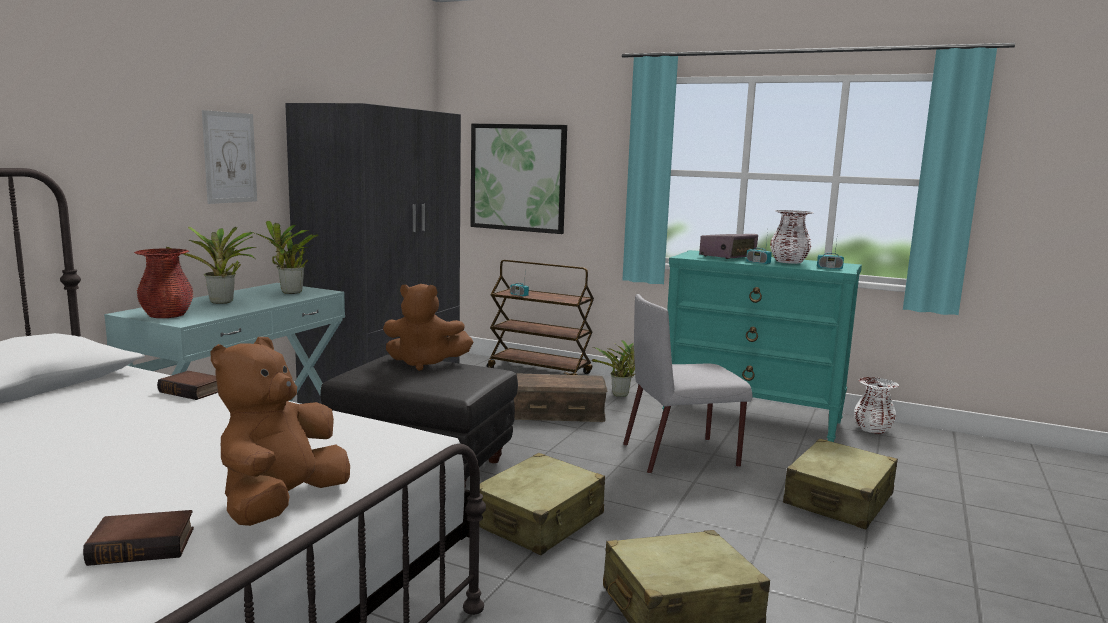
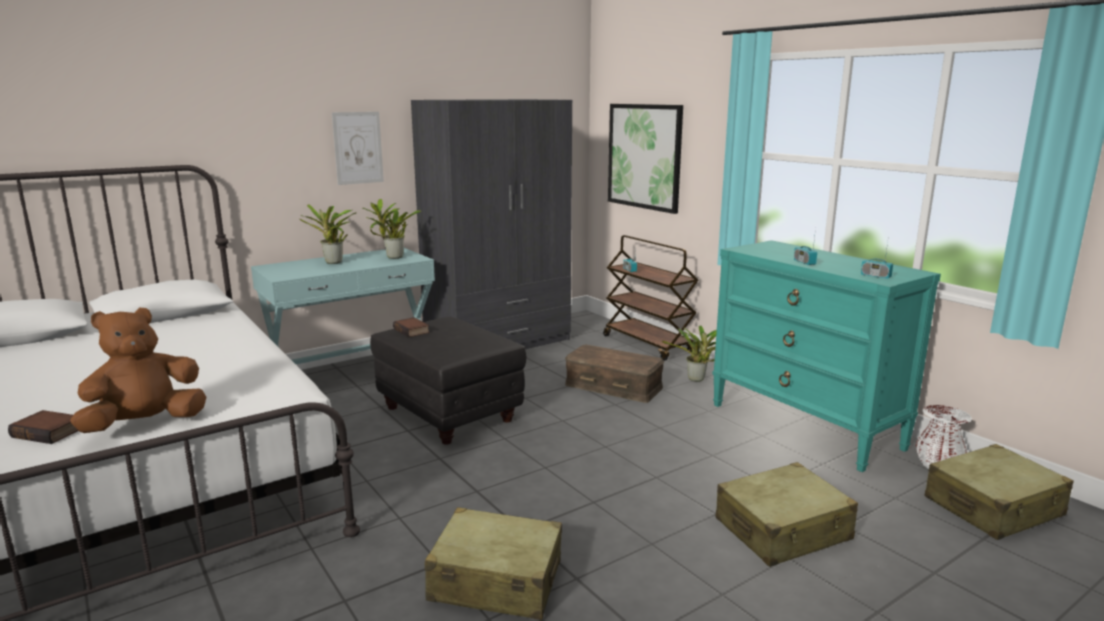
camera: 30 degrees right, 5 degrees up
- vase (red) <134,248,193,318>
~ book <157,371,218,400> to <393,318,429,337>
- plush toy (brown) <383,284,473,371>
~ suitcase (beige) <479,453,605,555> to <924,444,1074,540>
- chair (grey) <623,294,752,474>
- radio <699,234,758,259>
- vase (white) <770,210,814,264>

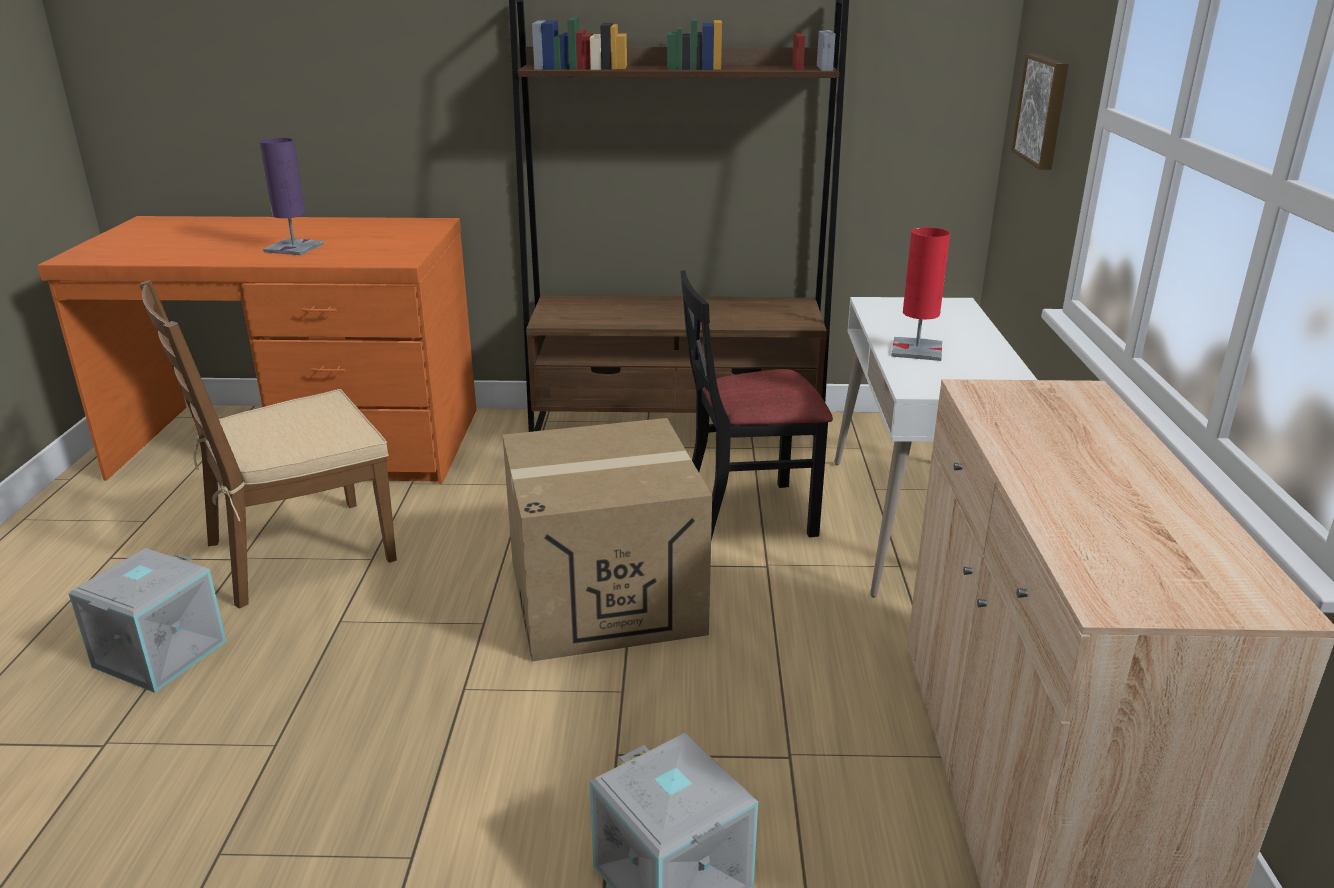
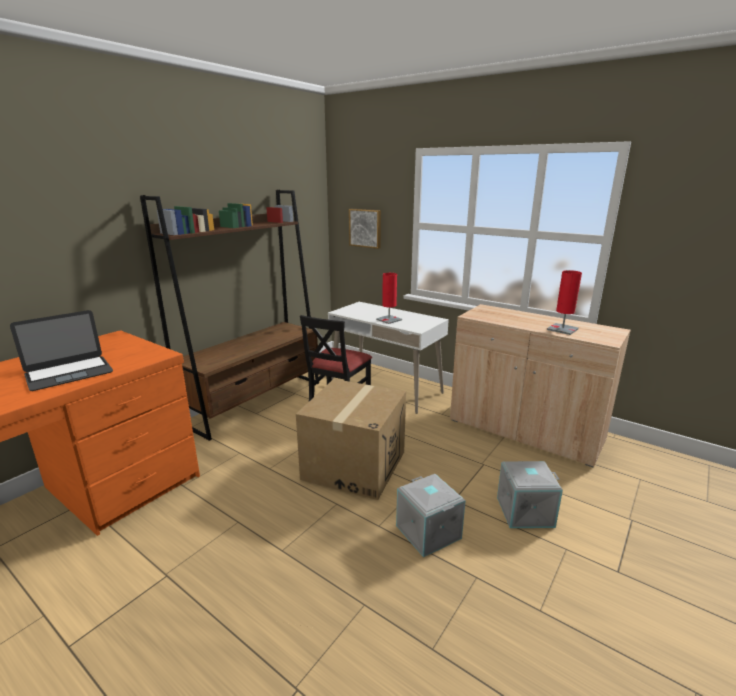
camera: 55 degrees left, 5 degrees down
~ storage box (grey) <69,548,227,693> to <396,474,466,557>
- chair (brown) <140,280,397,609>
~ table lamp (purple) <259,138,324,255> to laptop <10,310,113,391>
+ table lamp (red) <547,270,582,335>

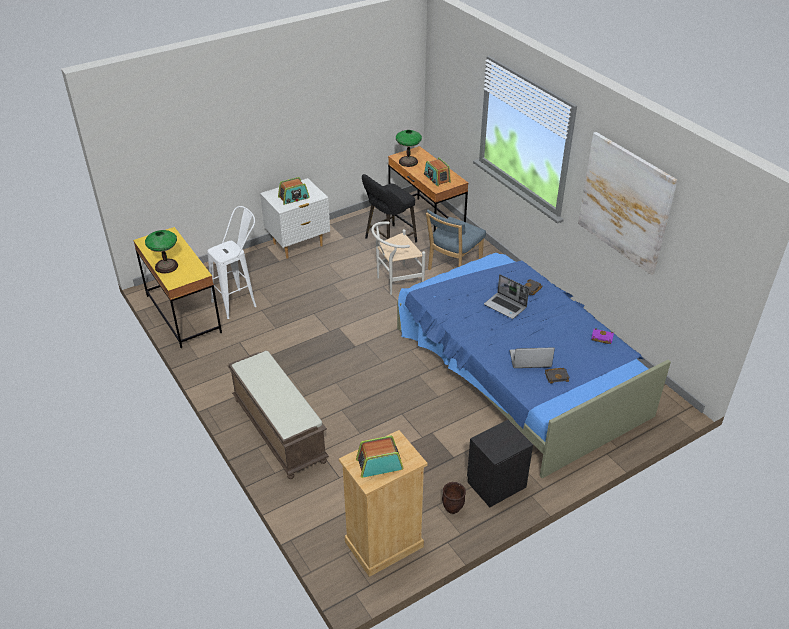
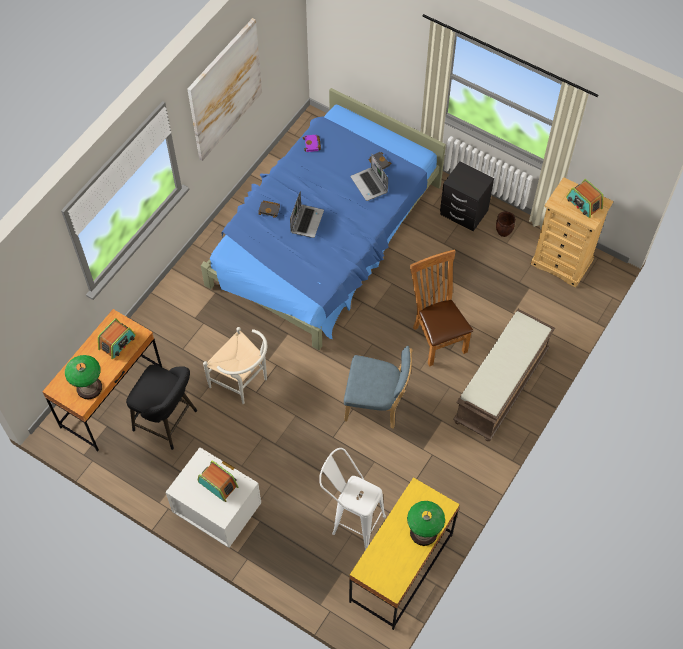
camera: 115 degrees left, 20 degrees up
~ chair (blue) <426,210,486,270> to <344,346,413,429>
+ chair (brown) <410,249,473,367>

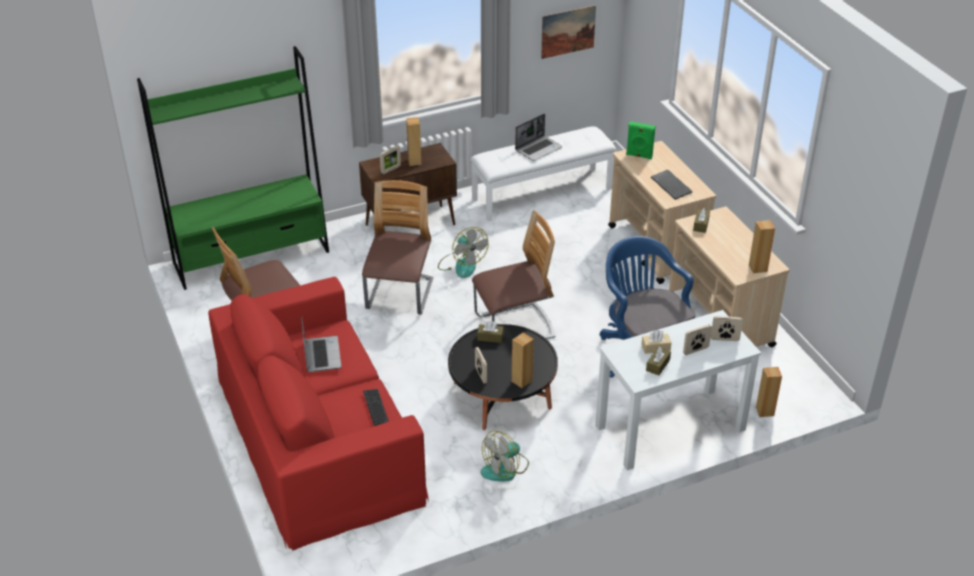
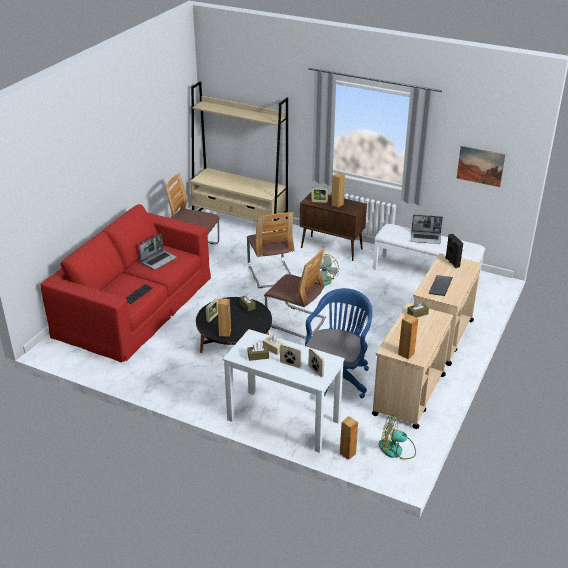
camera: 50 degrees right, 5 degrees down
~ bookcase (green) <137,46,329,290> to bookcase (beige) <190,81,288,232>
~ chair <362,180,433,315> = <247,212,295,288> 105 degrees clockwise
~ fan <481,431,529,482> to <378,415,416,460>
~ speaker (green) <626,121,655,159> to speaker (black) <445,234,463,268>

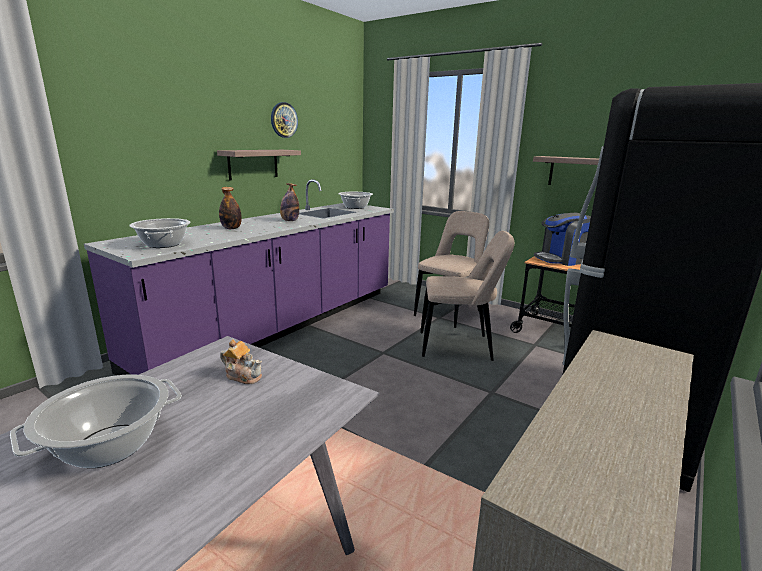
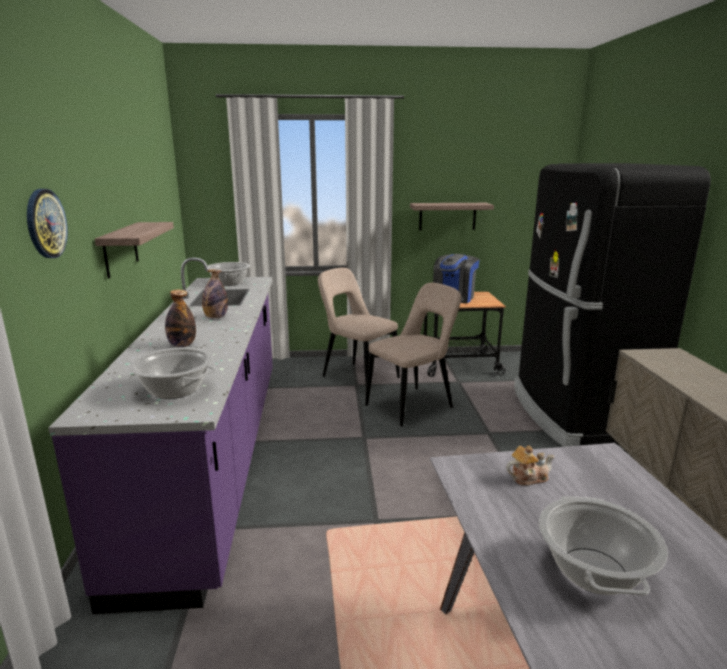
camera: 40 degrees left, 0 degrees up
~ wall clock <271,102,298,138> to <27,189,68,258>
~ chair (beige) <414,211,489,328> = <318,268,400,383> 45 degrees counterclockwise

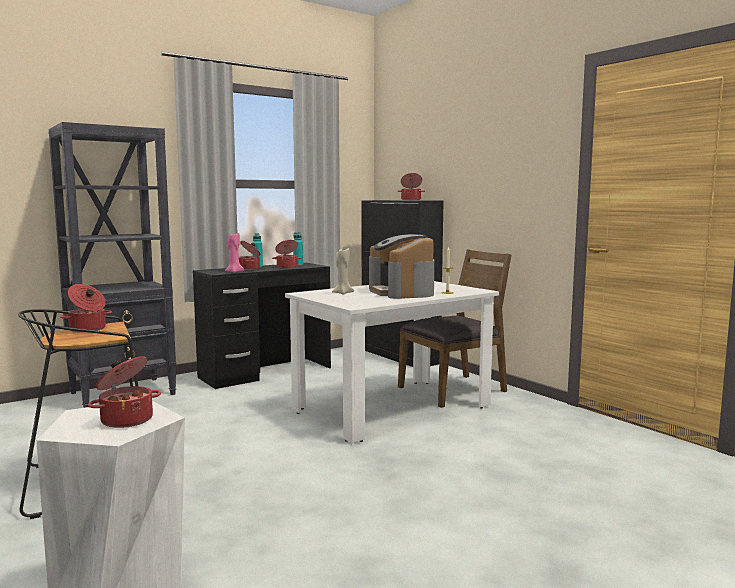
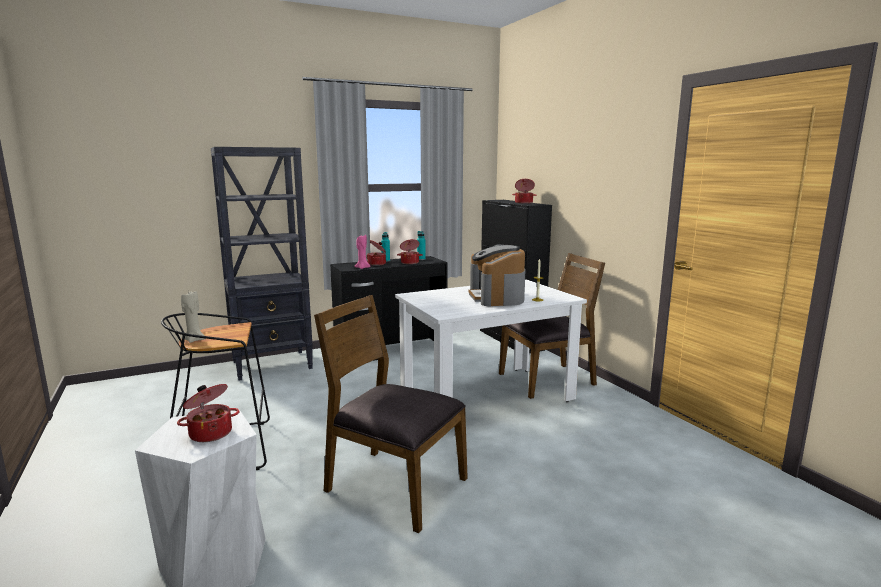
camera: 10 degrees right, 5 degrees up
- cooking pot <61,284,112,332>
~ candle (beige) <332,247,354,294> to <181,290,206,343>
+ chair (brown) <314,295,468,533>

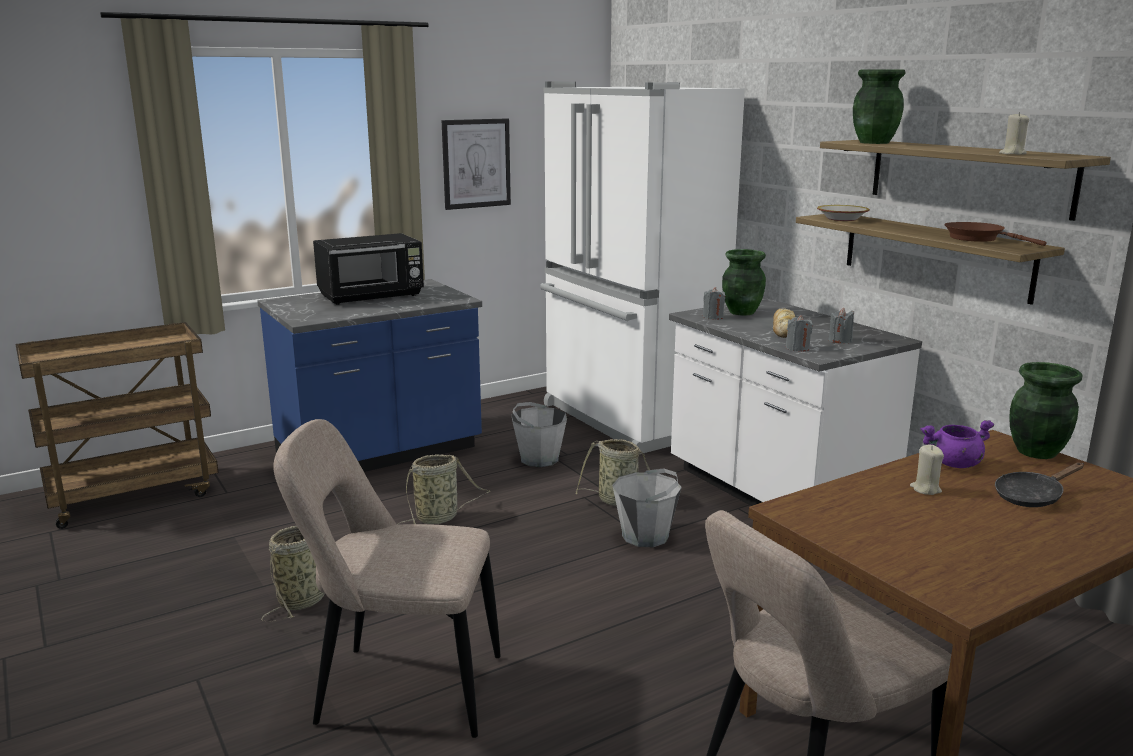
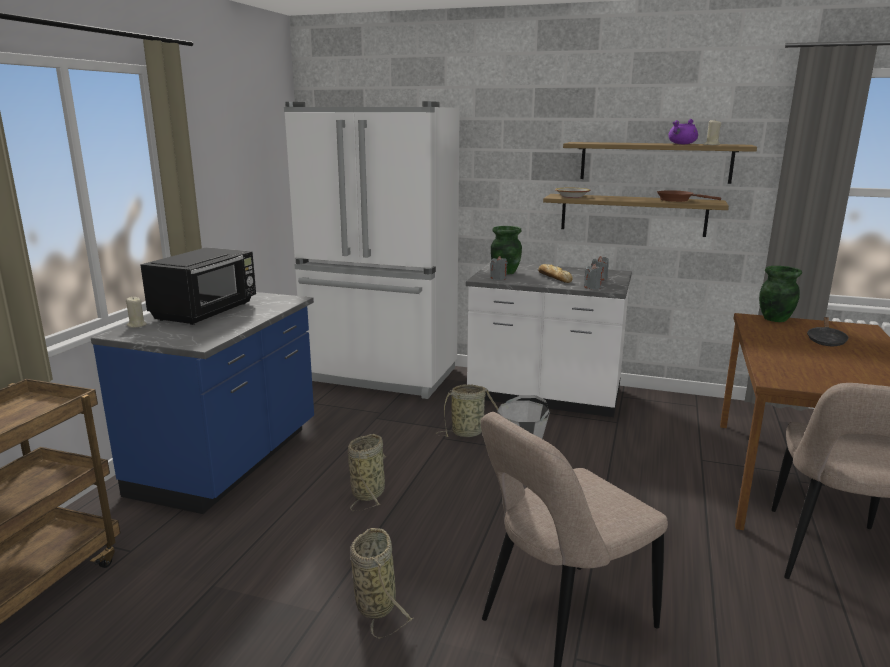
camera: 40 degrees left, 0 degrees up
- picture <442,118,511,210>
- bucket (grey) <512,402,567,467>
- vase (green) <853,69,905,144>
~ candle (beige) <910,445,944,495> to <126,296,147,328>
~ cooking pot (purple) <920,420,994,468> to <668,119,698,144>

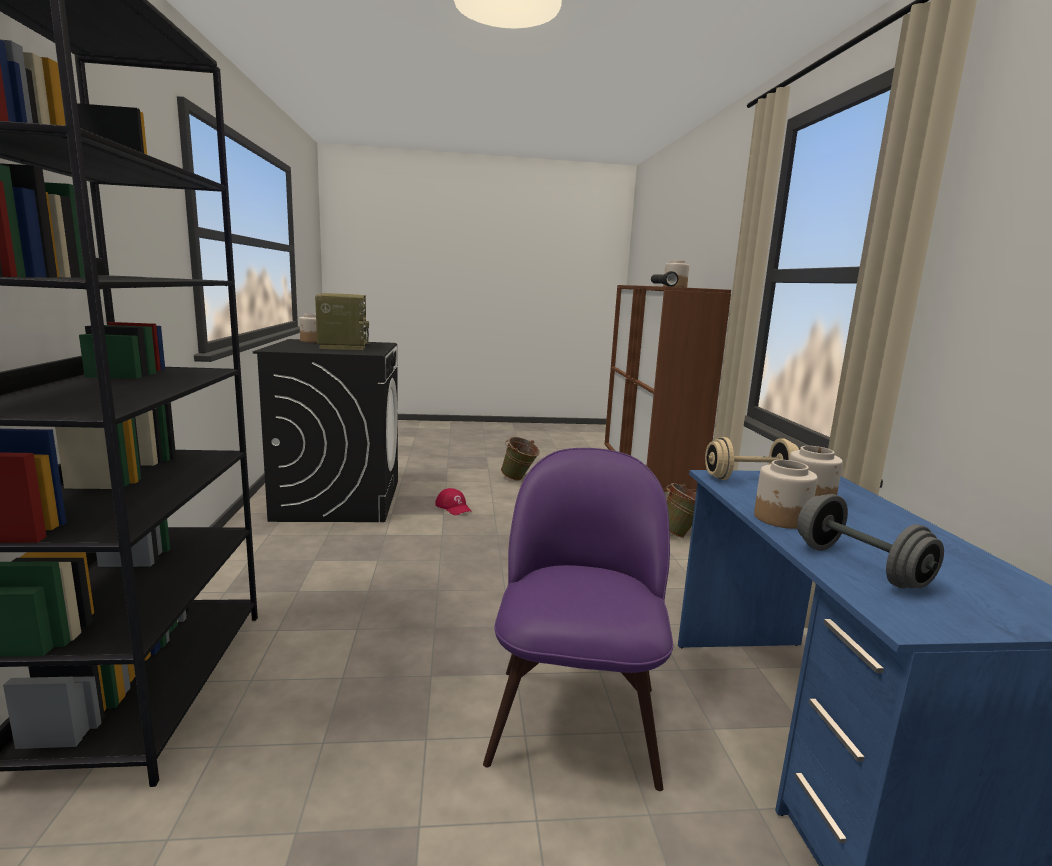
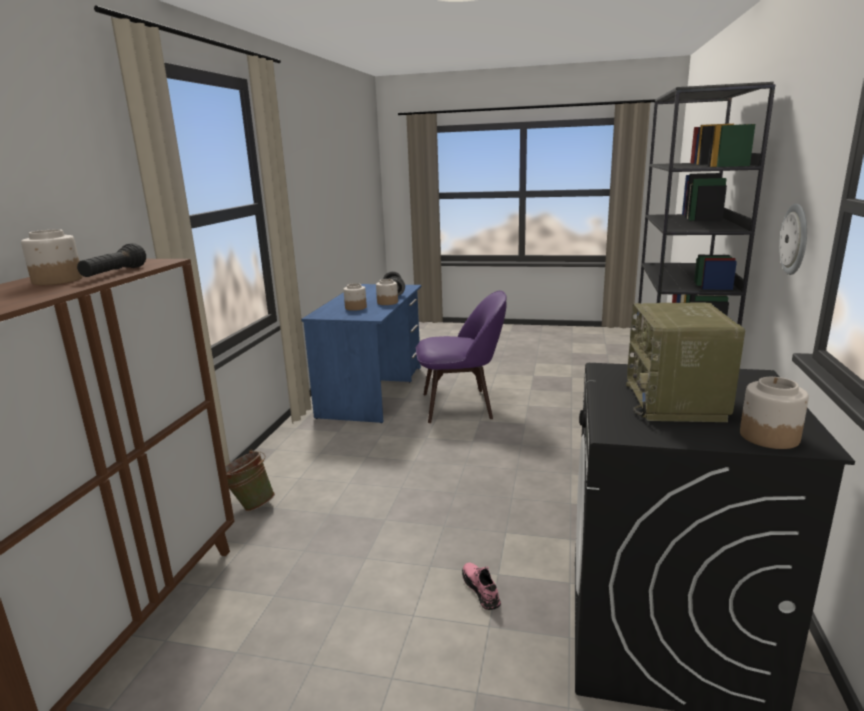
camera: 160 degrees left, 5 degrees up
~ cap (red) <435,488,472,515> to shoe (pink) <462,562,501,610>
~ chair (purple) <483,448,673,791> = <416,290,507,423> 120 degrees counterclockwise
- bucket (green) <501,437,540,481>
- dumbbell (beige) <705,437,799,480>
+ wall clock <779,204,807,275>

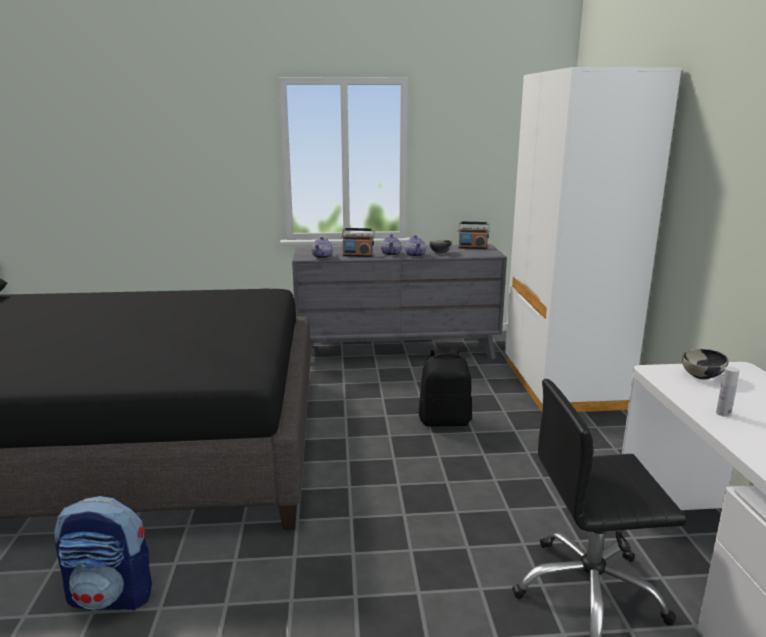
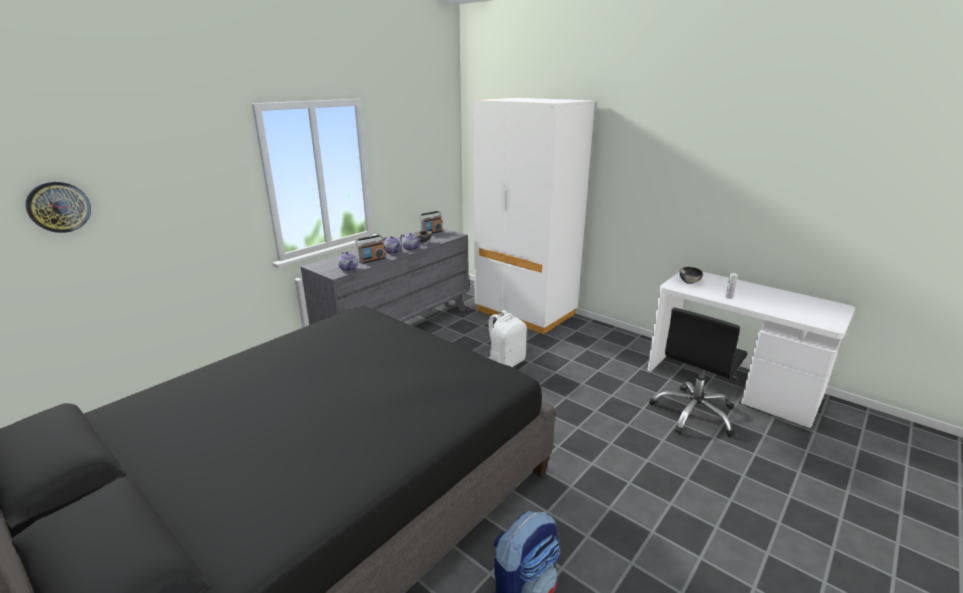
camera: 45 degrees left, 5 degrees up
~ backpack (black) <419,349,472,426> to backpack (white) <487,310,527,367>
+ wall clock <26,181,91,233>

